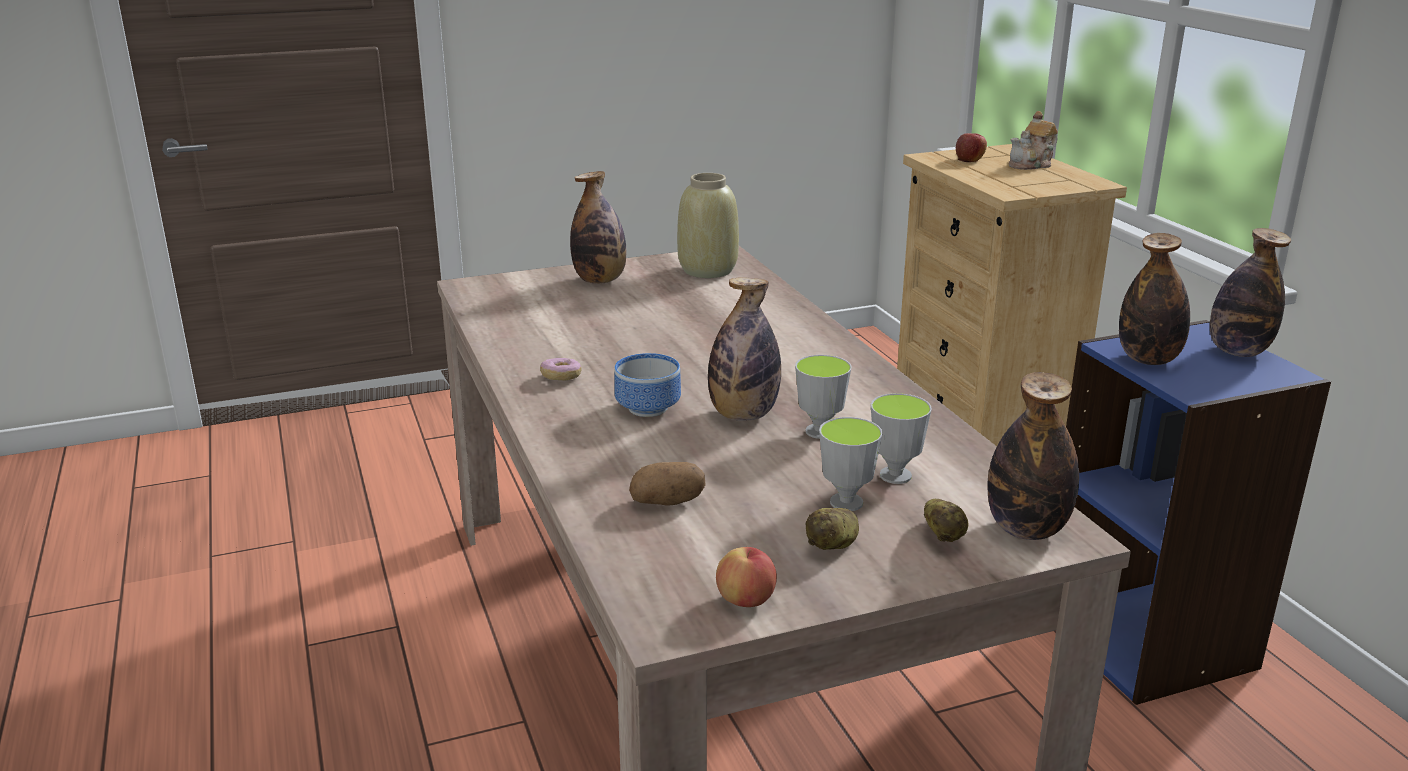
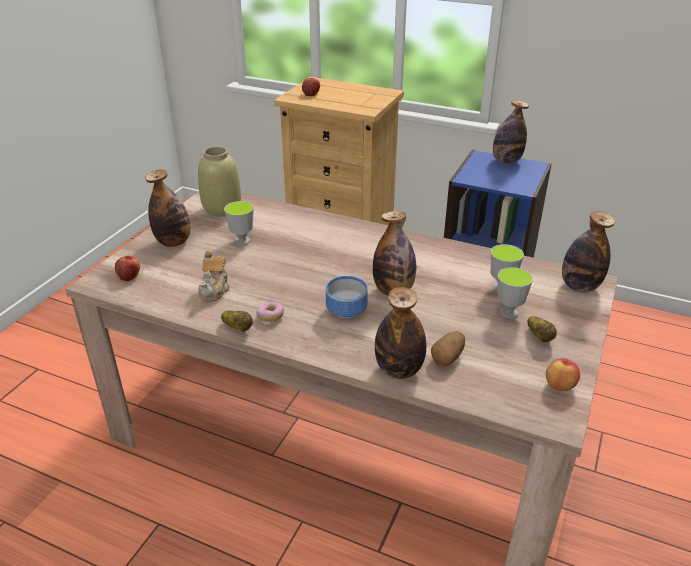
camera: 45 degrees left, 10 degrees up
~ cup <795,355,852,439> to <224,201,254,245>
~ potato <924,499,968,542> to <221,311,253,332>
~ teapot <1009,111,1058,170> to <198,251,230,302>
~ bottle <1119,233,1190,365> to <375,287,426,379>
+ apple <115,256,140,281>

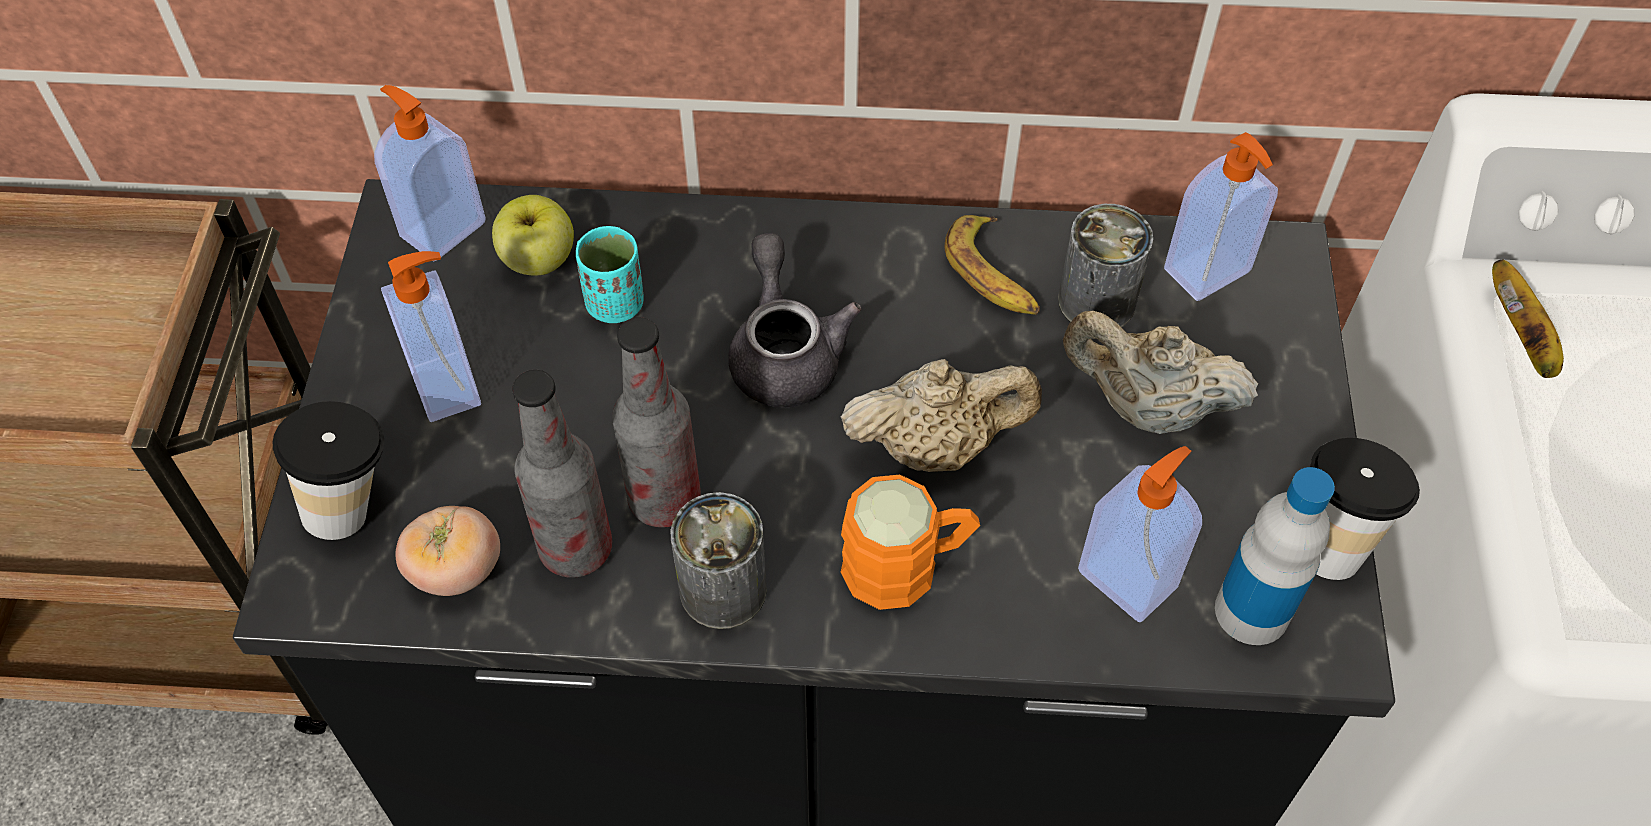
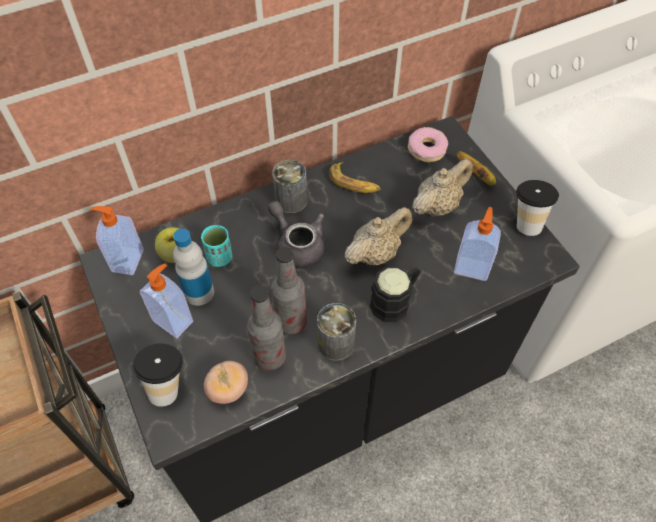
camera: 30 degrees left, 0 degrees up
~ mug (orange) <841,475,980,610> to mug (black) <370,267,421,322>
~ can <1058,204,1153,327> to <272,160,307,214>
~ teapot (beige) <1063,311,1258,434> = <412,159,473,217> 150 degrees clockwise
~ soap dispenser <1164,132,1278,301> to donut <408,127,448,162>
~ bottle <1215,467,1335,645> to <173,229,214,306>
~ banana <1492,259,1564,378> to <456,151,496,186>

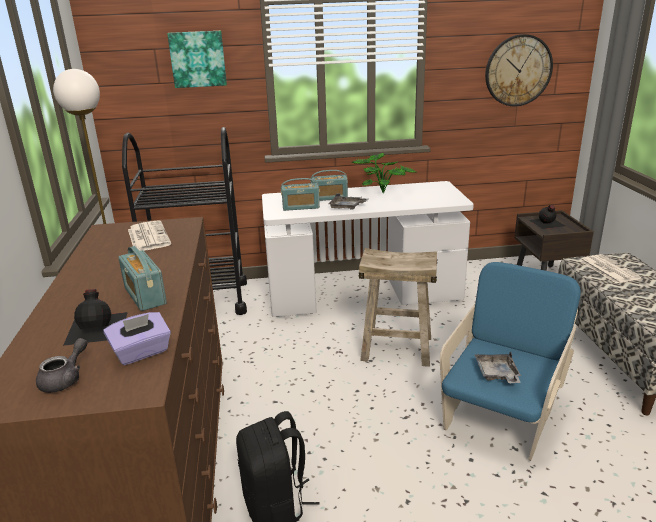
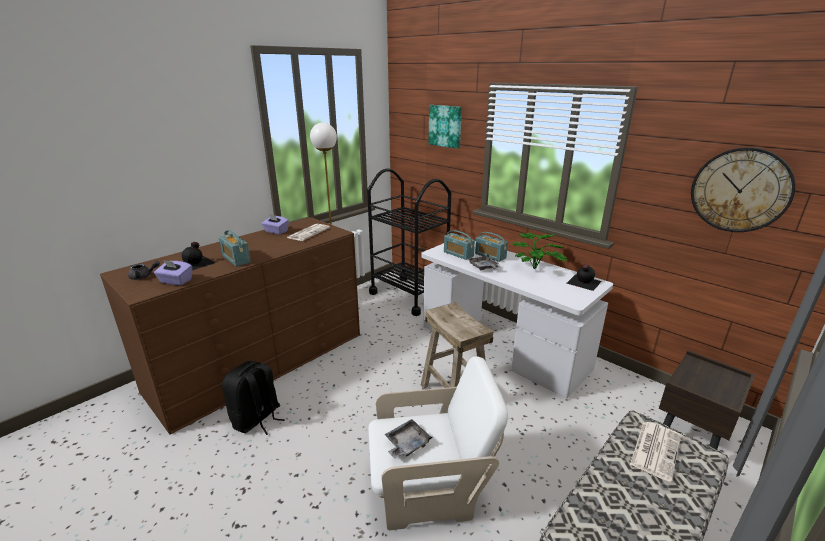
camera: 50 degrees right, 0 degrees up
~ radio <118,246,167,311> = <219,230,251,266> 60 degrees counterclockwise
~ armchair (blue) <440,262,581,461> to armchair (white) <368,356,508,530>
~ bottle (black) <529,205,565,229> to <567,264,602,291>
+ tissue box (purple) <261,214,289,235>

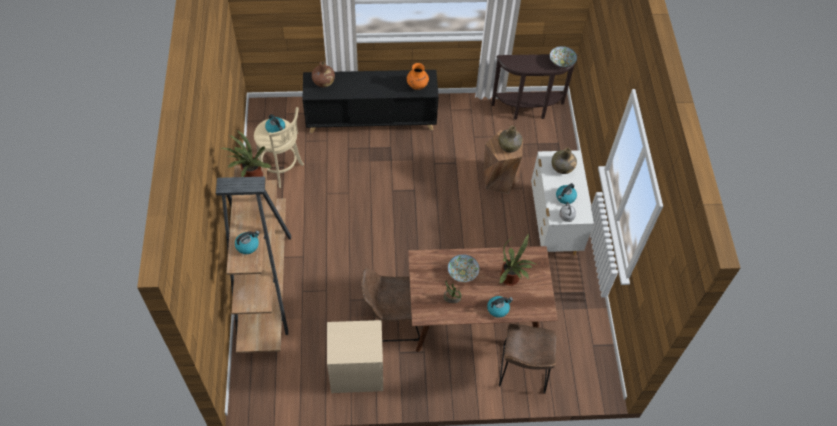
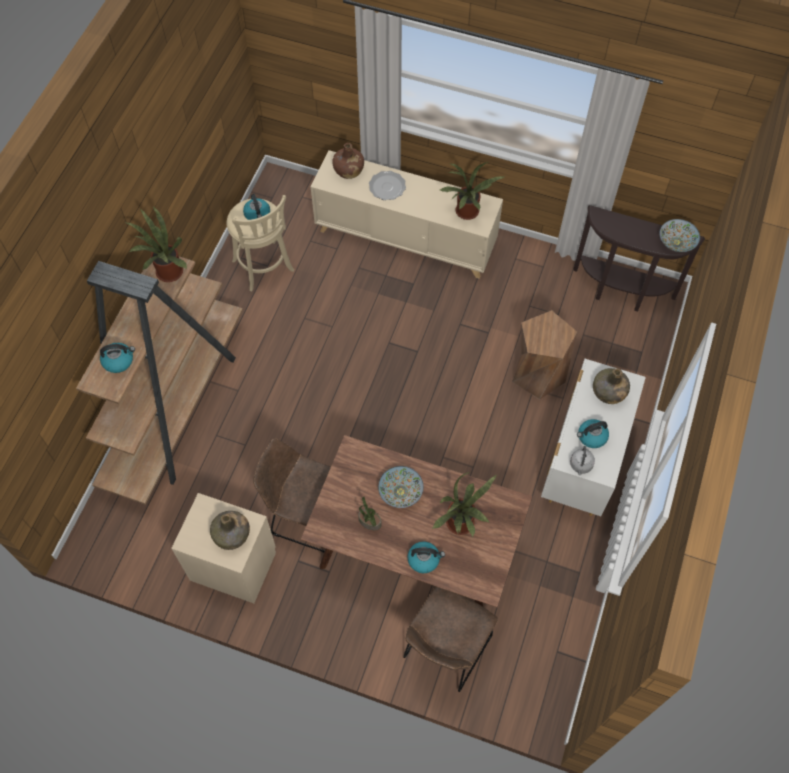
camera: 25 degrees right, 5 degrees up
~ cabinet (black) <302,70,439,133> to cabinet (beige) <310,150,503,278>
~ vase (orange) <407,63,429,90> to potted plant <440,162,504,220>
~ bottle (green) <499,126,523,153> to <210,511,250,550>
+ plate <369,171,406,200>

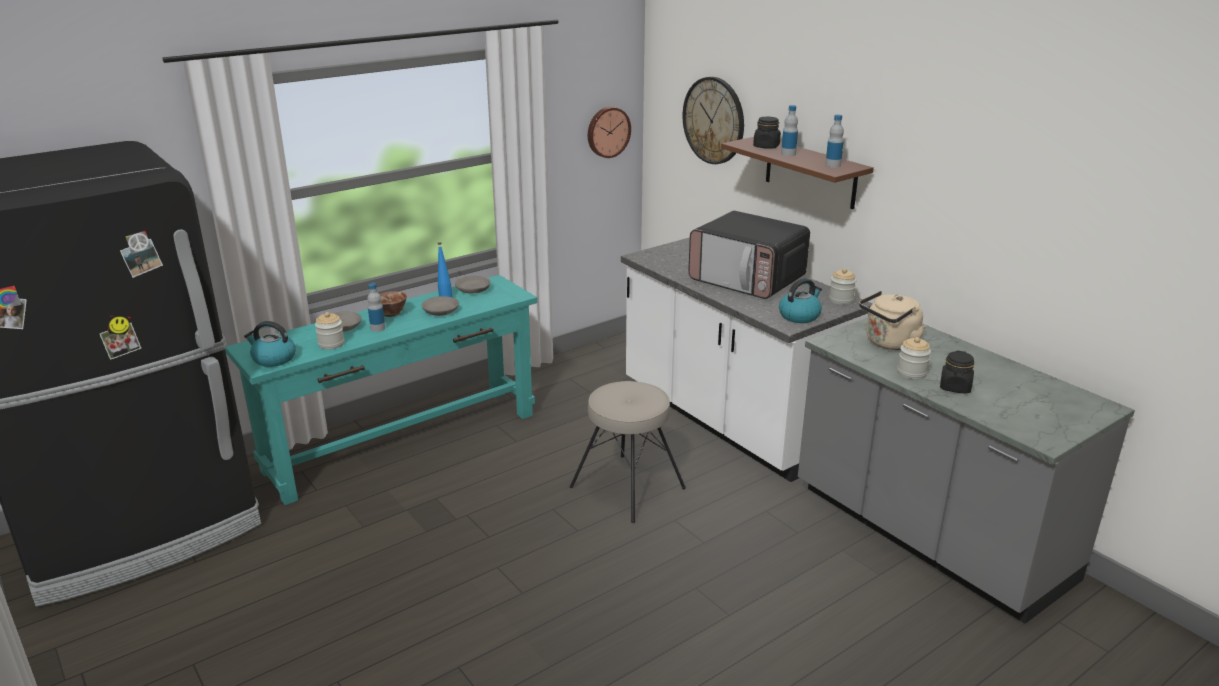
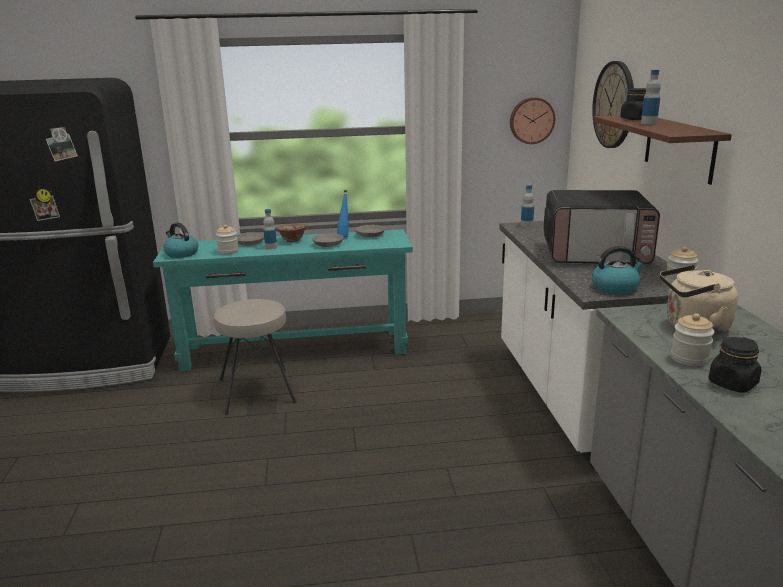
camera: 30 degrees right, 5 degrees down
~ stool (beige) <570,381,686,523> to <214,299,297,415>
~ microwave <688,211,810,299> = <544,190,660,264> 60 degrees counterclockwise
~ bottle <825,114,844,168> to <521,185,534,227>

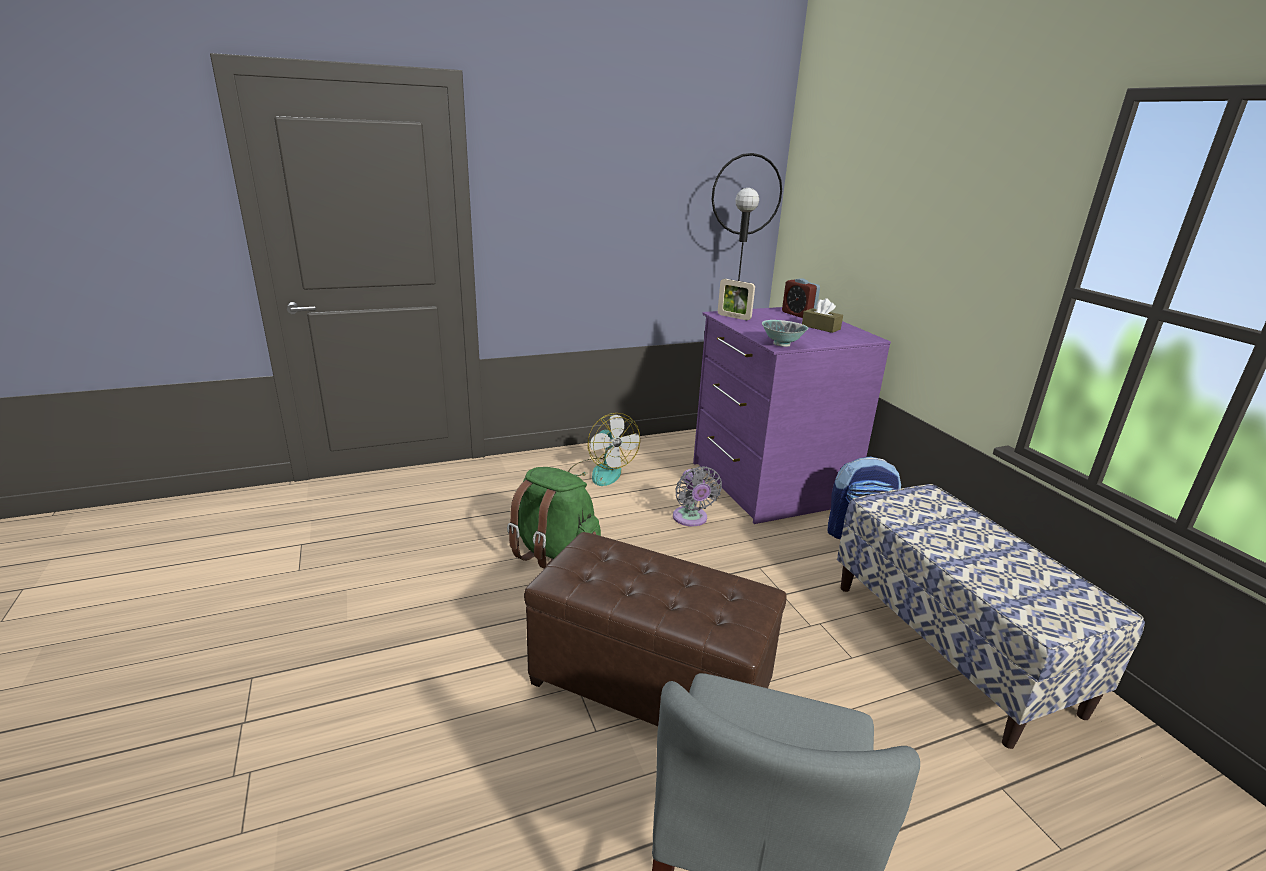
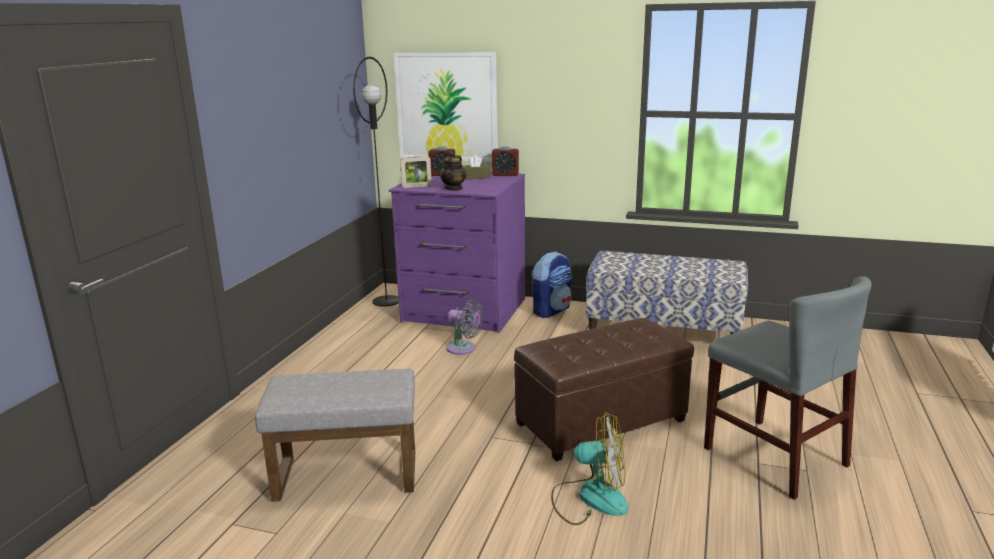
camera: 50 degrees left, 5 degrees down
- backpack (green) <507,467,601,568>
~ fan <568,413,640,486> to <551,412,628,525>
- bowl <762,320,808,347>
+ ottoman (grey) <255,369,415,502>
+ picture <394,53,498,162>
+ teapot <439,151,466,191>
+ alarm clock <492,146,519,176>

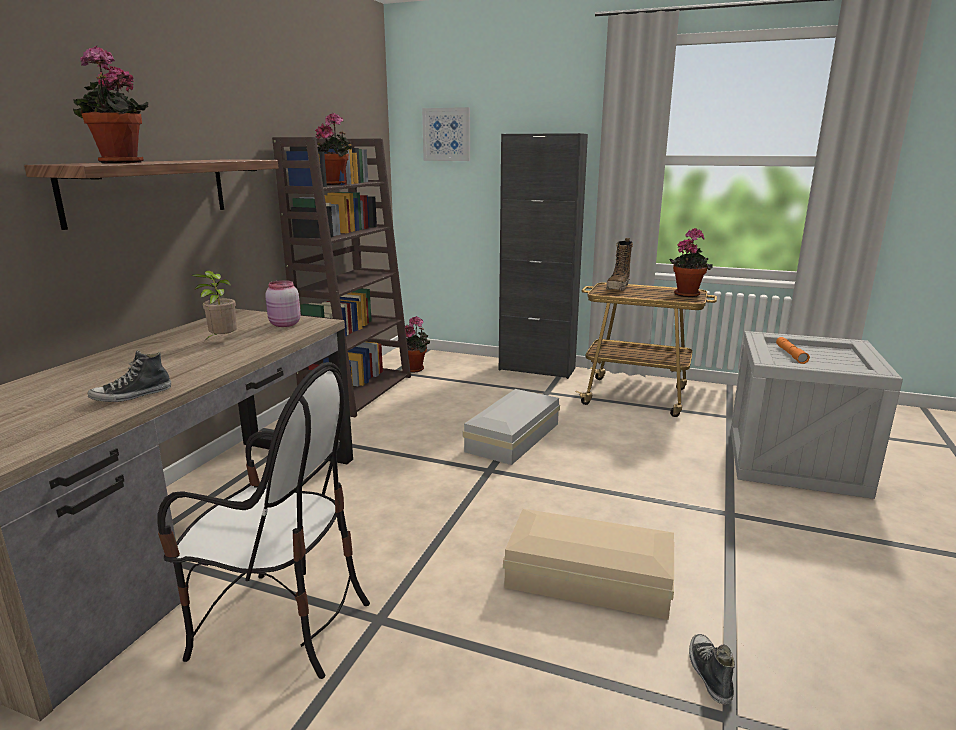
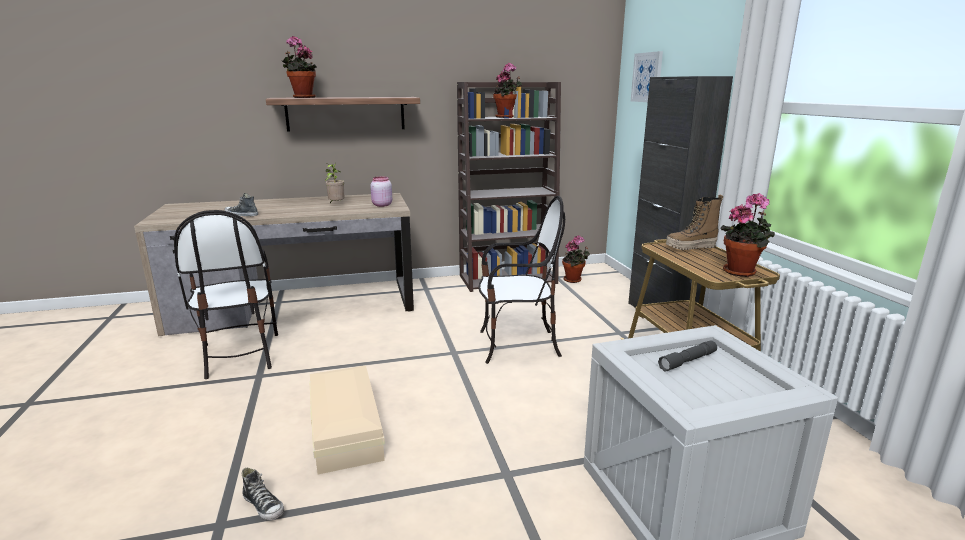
camera: 55 degrees right, 0 degrees up
~ storage box (white) <463,389,560,465> to chair <479,196,565,364>
~ shoe <689,634,735,704> = <242,468,284,520> 75 degrees clockwise
~ flashlight (orange) <776,337,810,364> to flashlight (grey) <658,341,717,372>

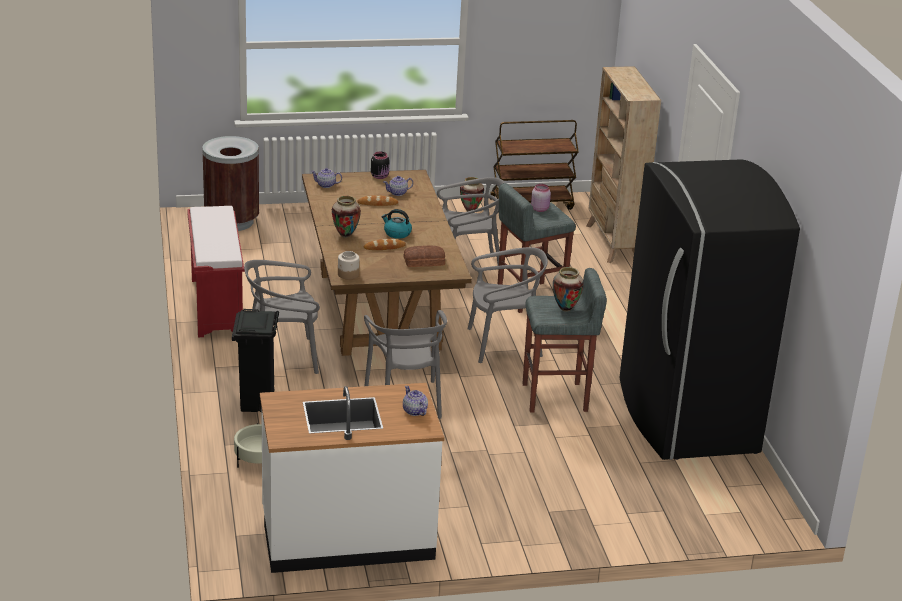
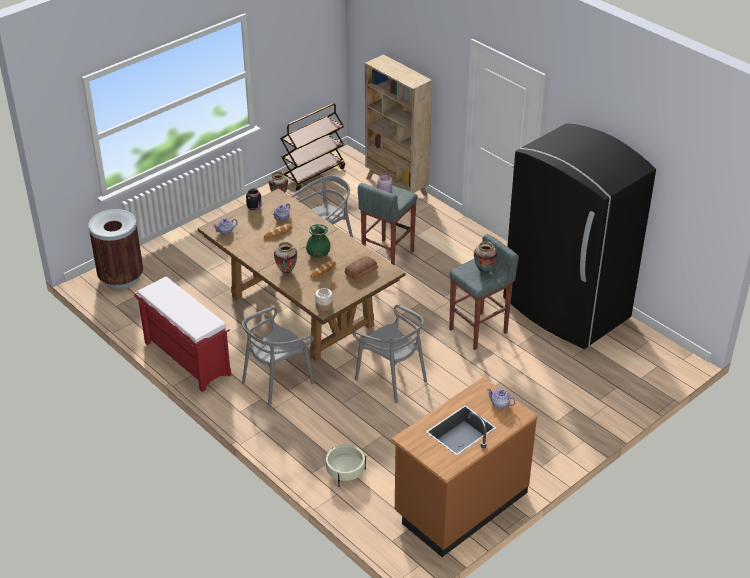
camera: 30 degrees left, 10 degrees up
- trash can (black) <232,309,279,413>
~ counter (white) <260,383,444,573> to counter (brown) <391,377,538,557>
~ kettle <382,209,412,239> to vase (green) <306,224,330,258>
- chair (grey) <467,247,548,363>

